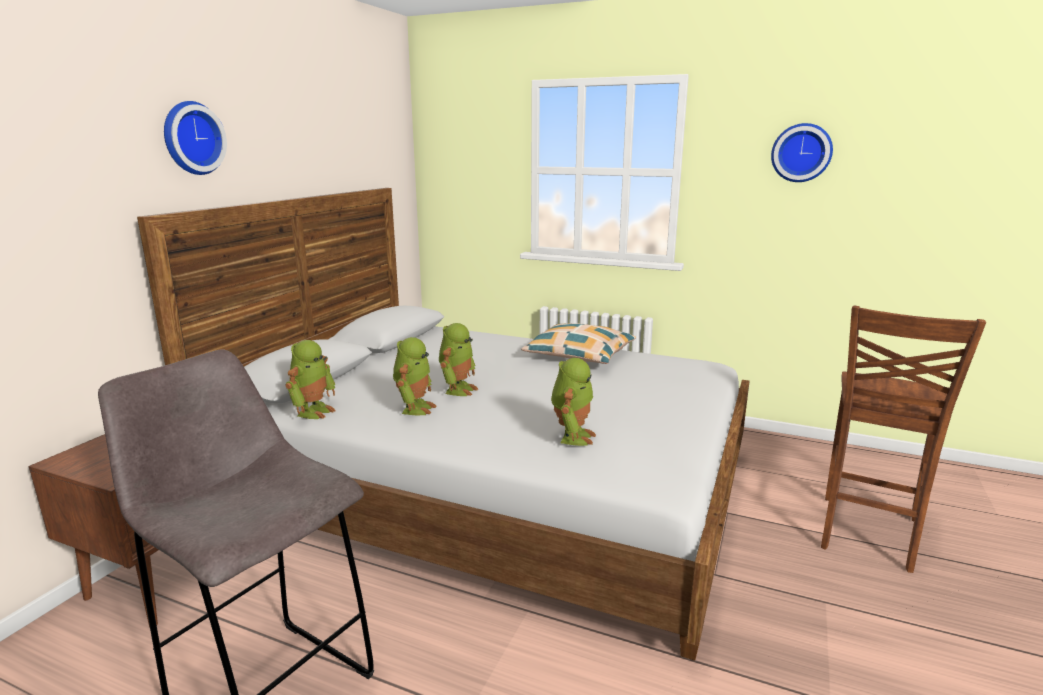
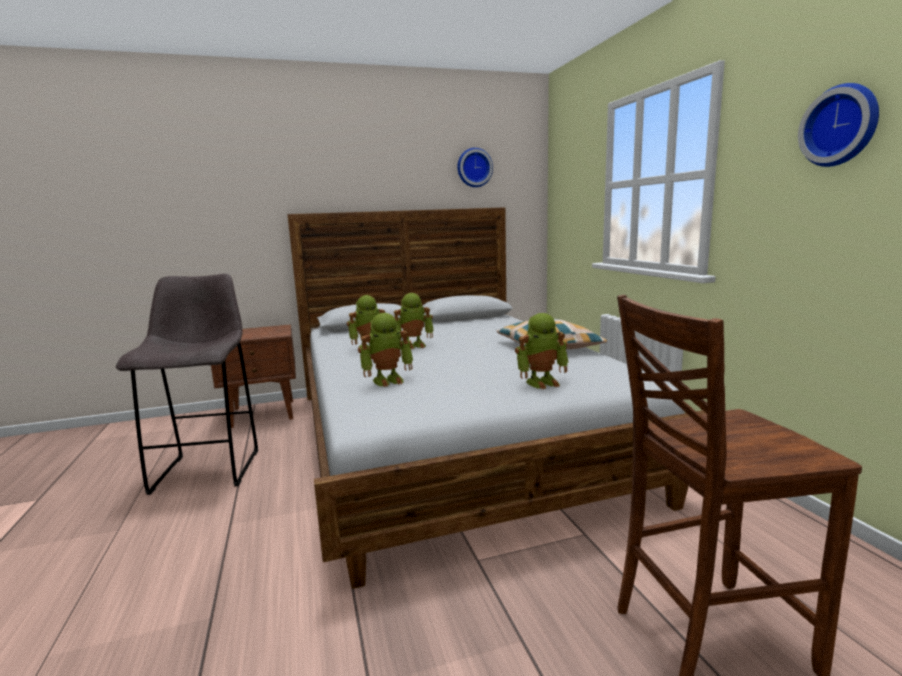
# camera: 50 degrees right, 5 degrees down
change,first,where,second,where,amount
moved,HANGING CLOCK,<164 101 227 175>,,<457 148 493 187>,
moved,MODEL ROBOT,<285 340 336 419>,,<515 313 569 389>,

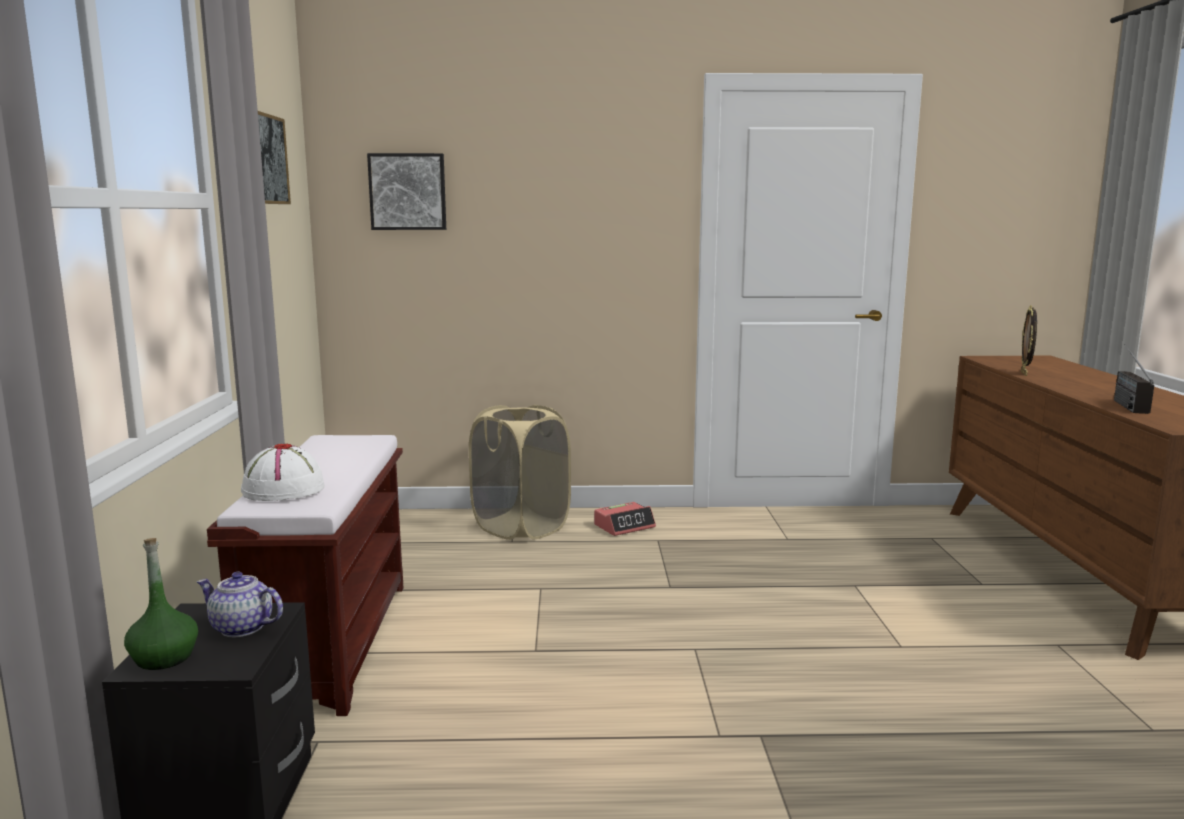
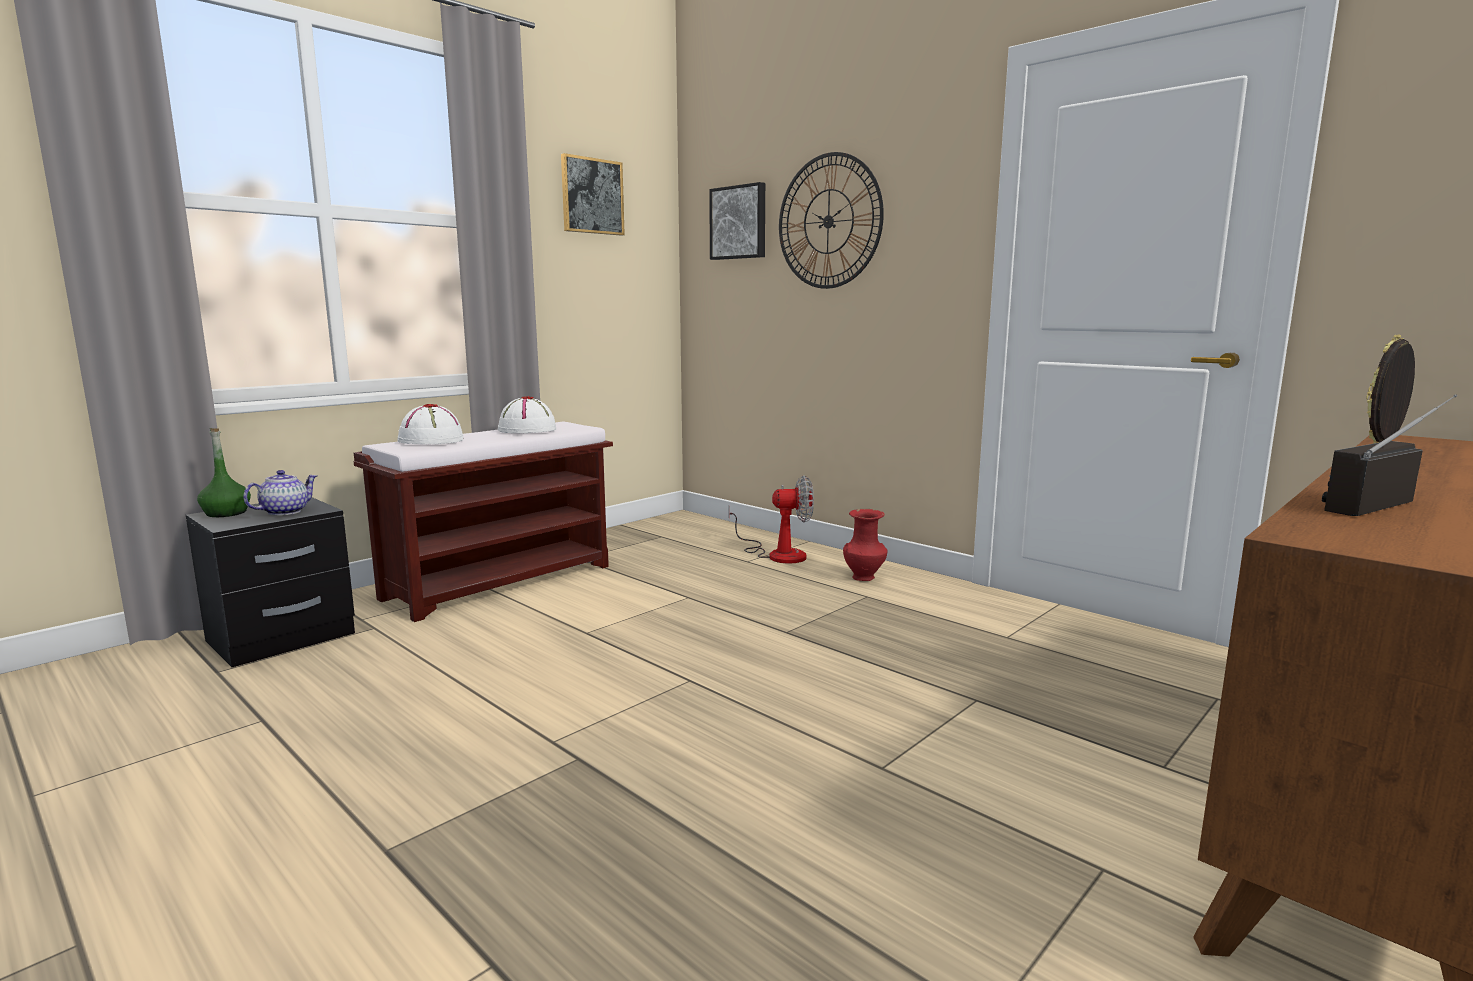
# camera: 45 degrees right, 0 degrees up
change,first,where,second,where,amount
replaced,BEIGE-COLOURED LAUNDRY BASKET,<469 405 571 540>,ELECTRIC FAN,<729 476 814 564>,
replaced,BEDSIDE CLOCK,<594 502 656 536>,RED-COLOURED DECORATIVE VASE,<843 509 887 581>,
turned,POT FOR TEA,<197 571 283 637>,,<243 470 317 516>,60 degrees clockwise
added,,,HANGING CLOCK,<779 152 884 289>,
added,,,WHITE-COLOURED WEARABLE HAT,<498 396 556 433>,

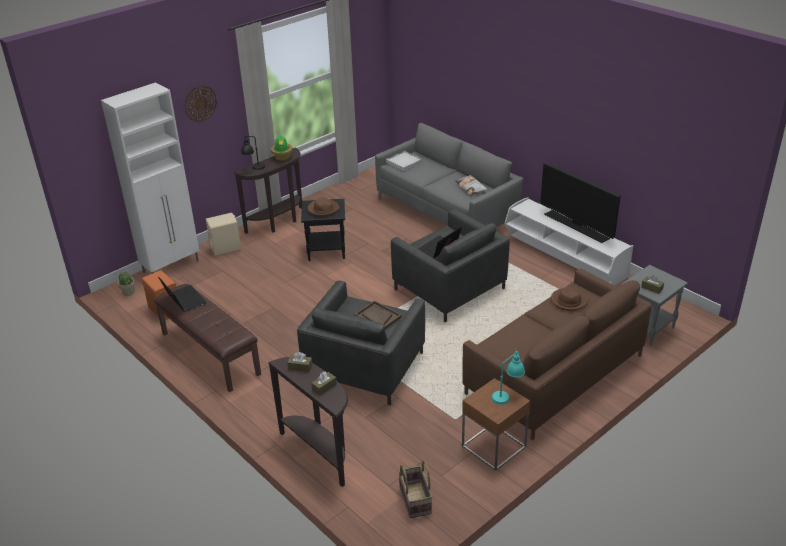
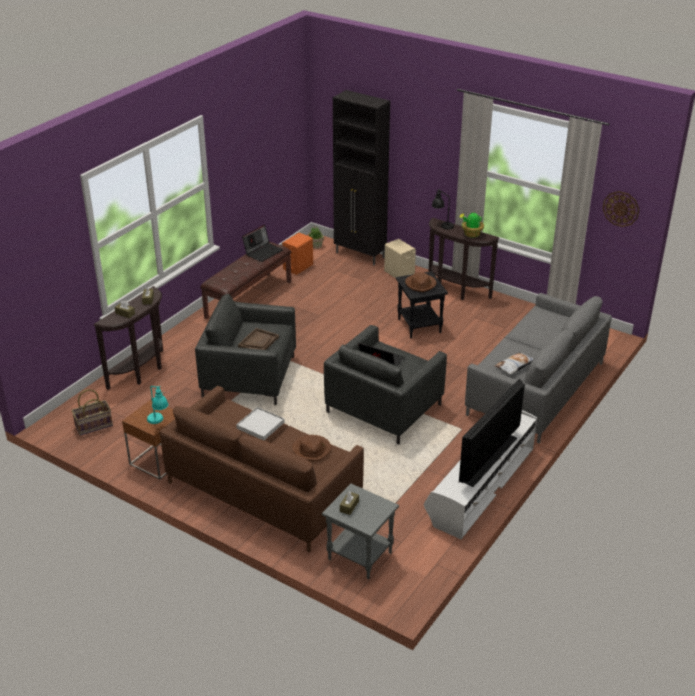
# camera: 75 degrees right, 0 degrees up
change,first,where,second,where,amount
recoloured,WHITE-COLOURED STORAGE CABINET,<101 82 199 274>,BLACKISH STORAGE CABINET,<333 90 390 265>,
moved,HANGING CLOCK,<184 85 217 122>,,<602 191 640 227>,
moved,WHITE-COLOURED SERVING TRAY,<386 151 422 171>,,<236 407 285 440>,

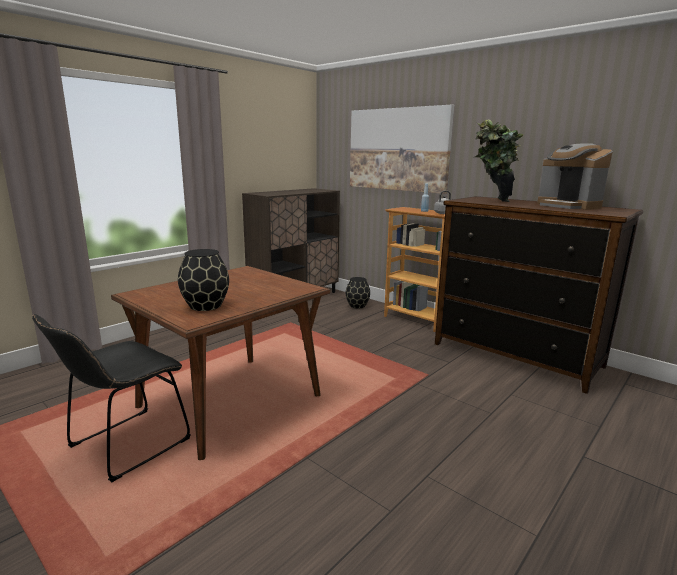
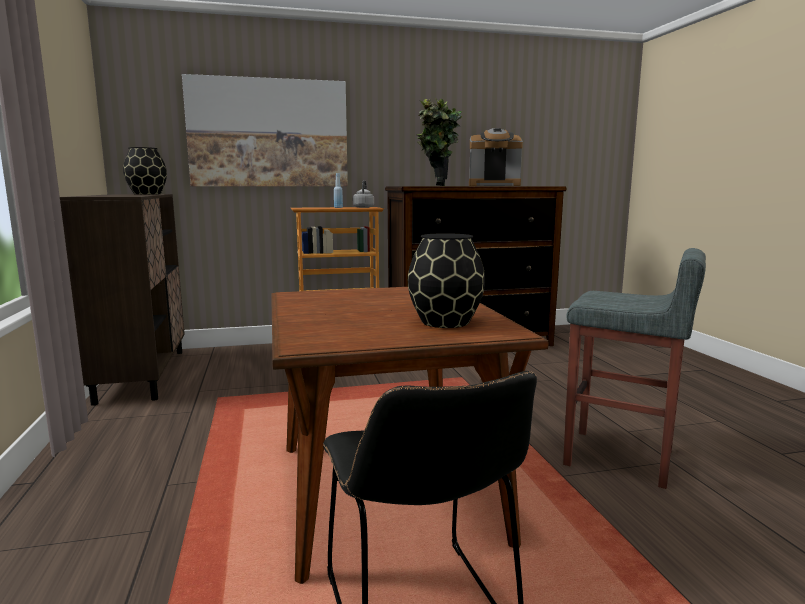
# camera: 55 degrees left, 5 degrees down
change,first,where,second,where,amount
moved,BLACKISH DECORATIVE VASE,<345 277 370 309>,,<123 147 167 195>,
added,,,GREY SITTING STOOL,<563 248 706 489>,

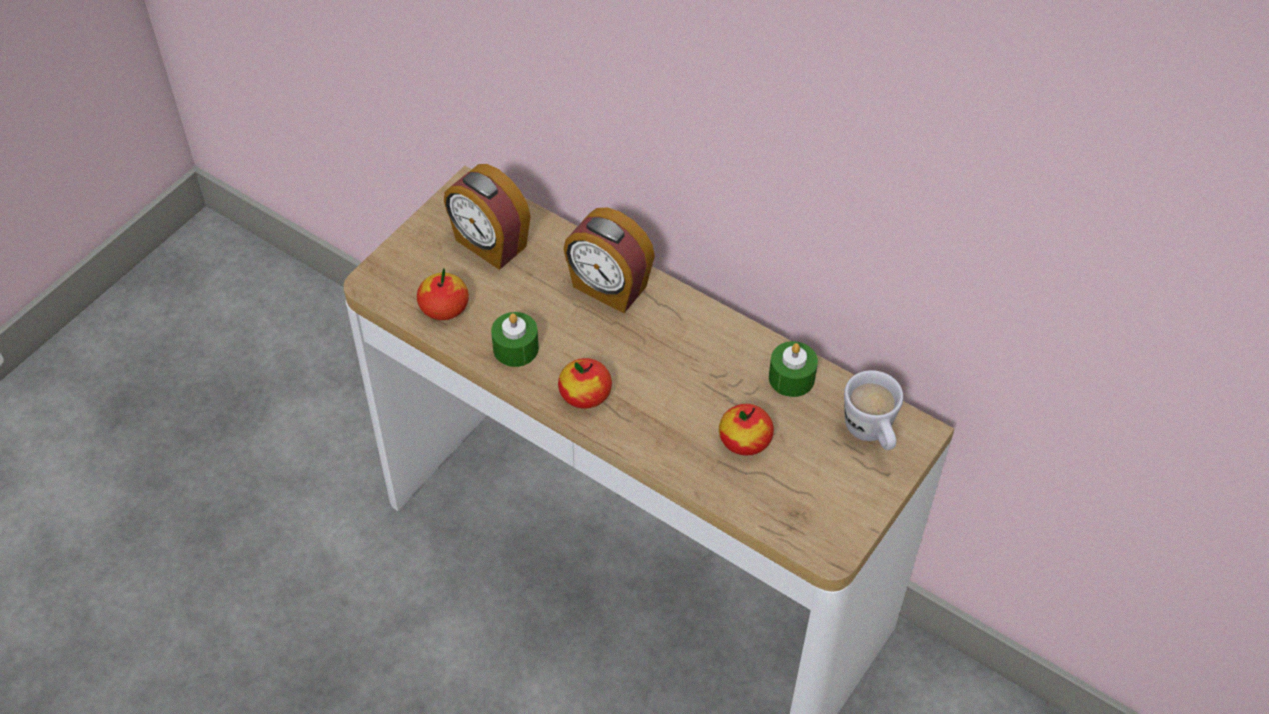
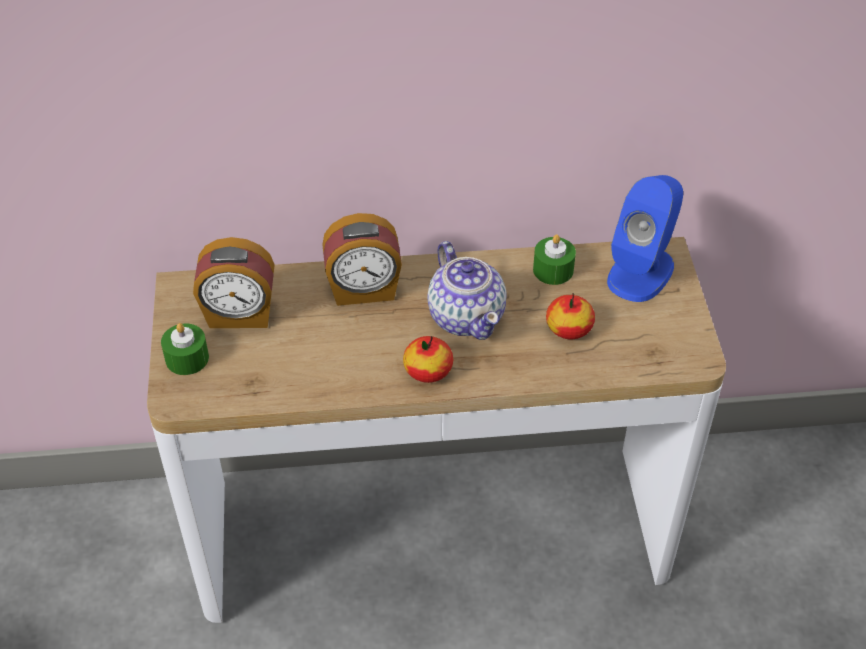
# camera: 40 degrees left, 5 degrees down
change,first,where,second,where,amount
removed,APPLE FRUIT,<417 268 469 320>,,,
moved,GREEN WAX LIGHT,<491 312 539 367>,,<161 323 209 375>,
replaced,WHITE-COLOURED TEA MUG,<844 370 903 450>,BLUISH AUDIO SPEAKER,<607 175 683 302>,
added,,,POT FOR TEA,<427 241 507 340>,

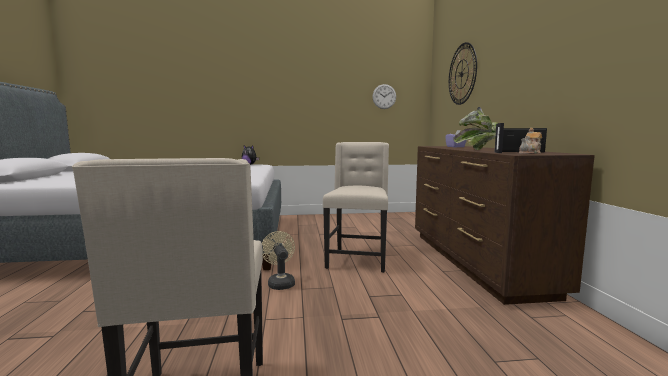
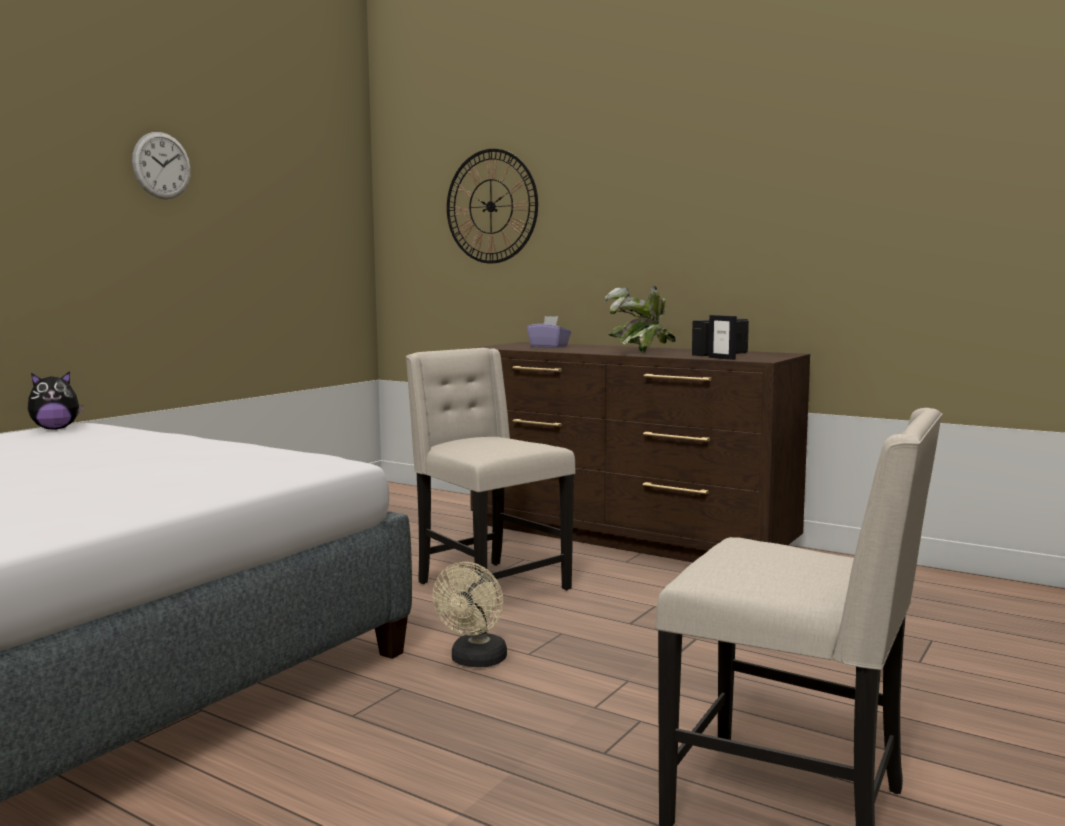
# camera: 50 degrees left, 0 degrees up
change,first,where,second,where,amount
moved,HANGING CLOCK,<372 84 396 109>,,<132 132 191 199>,
removed,POT FOR TEA,<519 128 542 154>,,,
turned,BEIGE-COLOURED ELECTRIC FAN,<262 231 295 290>,,<433 562 507 667>,90 degrees counterclockwise

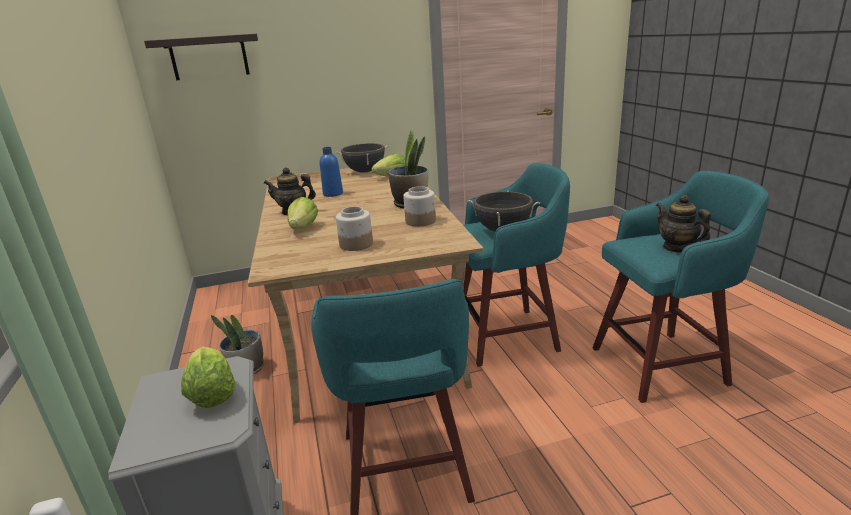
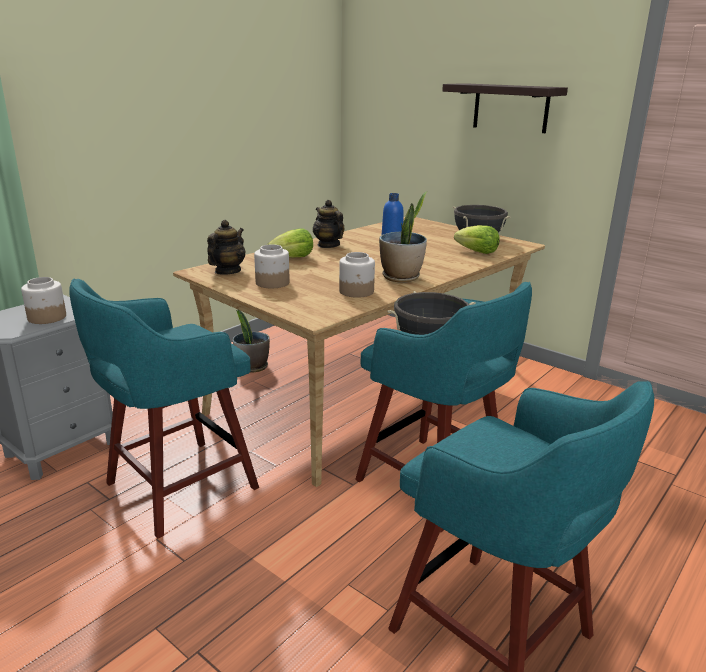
# camera: 55 degrees right, 0 degrees up
change,first,where,second,where,amount
moved,WALL SHELF,<144 34 258 80>,,<442 83 568 133>,
moved,POT FOR TEA,<656 195 711 253>,,<207 220 245 274>,
replaced,HEAD OF LETTUCE,<181 346 236 408>,JAR,<21 277 66 324>,

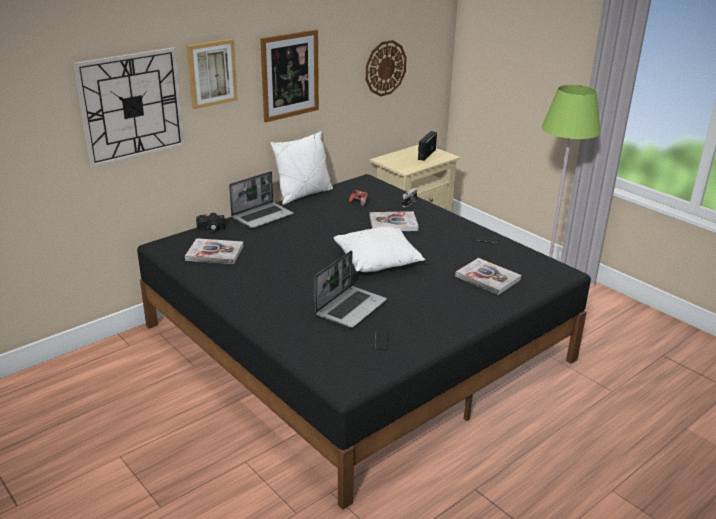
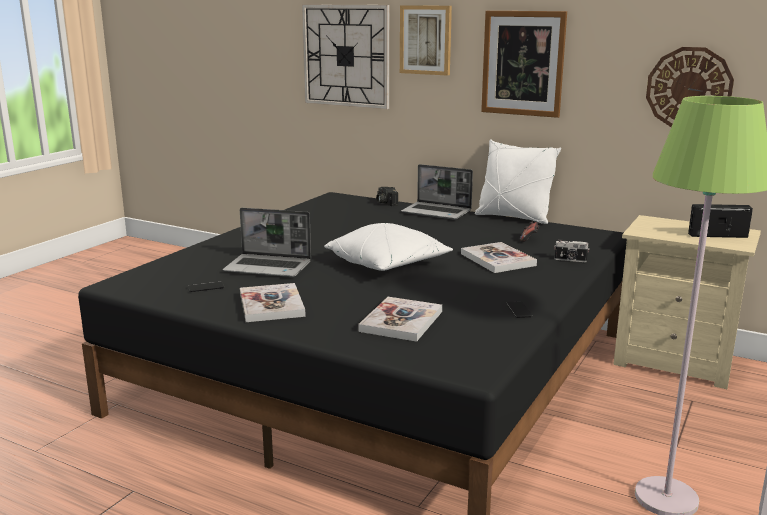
# camera: 70 degrees right, 10 degrees down
change,first,where,second,where,amount
moved,BOOK,<185 238 244 264>,,<240 283 306 322>,

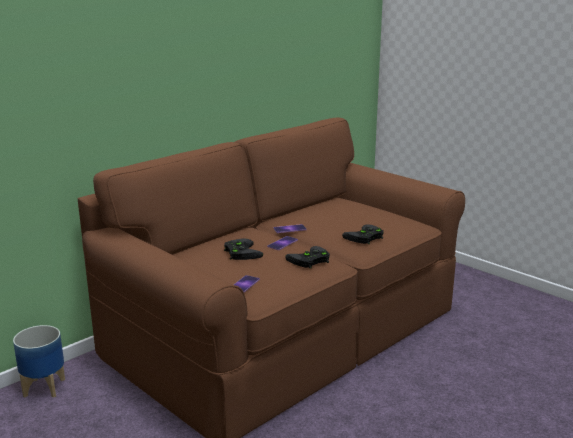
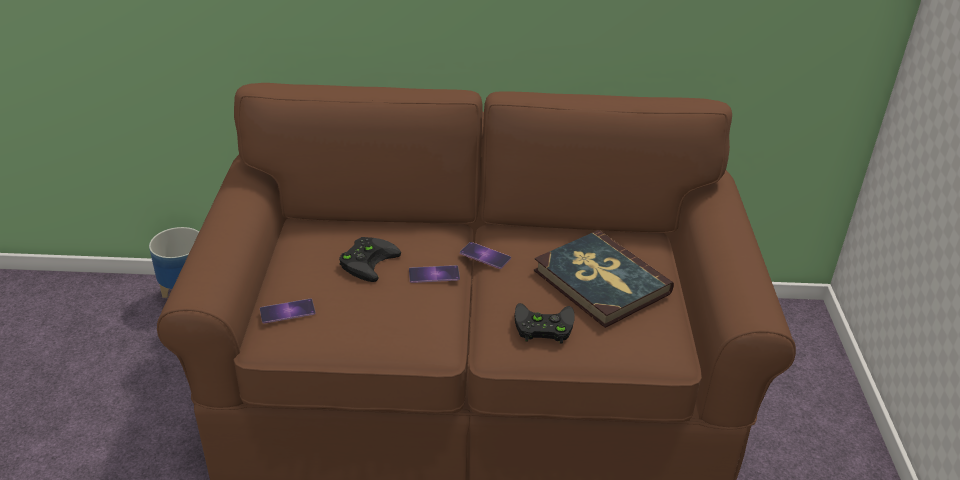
# camera: 45 degrees right, 15 degrees up
change,first,where,second,where,amount
removed,BLACKISH JOYPAD,<285 246 330 268>,,,
added,,,BOOK,<534 230 674 328>,

